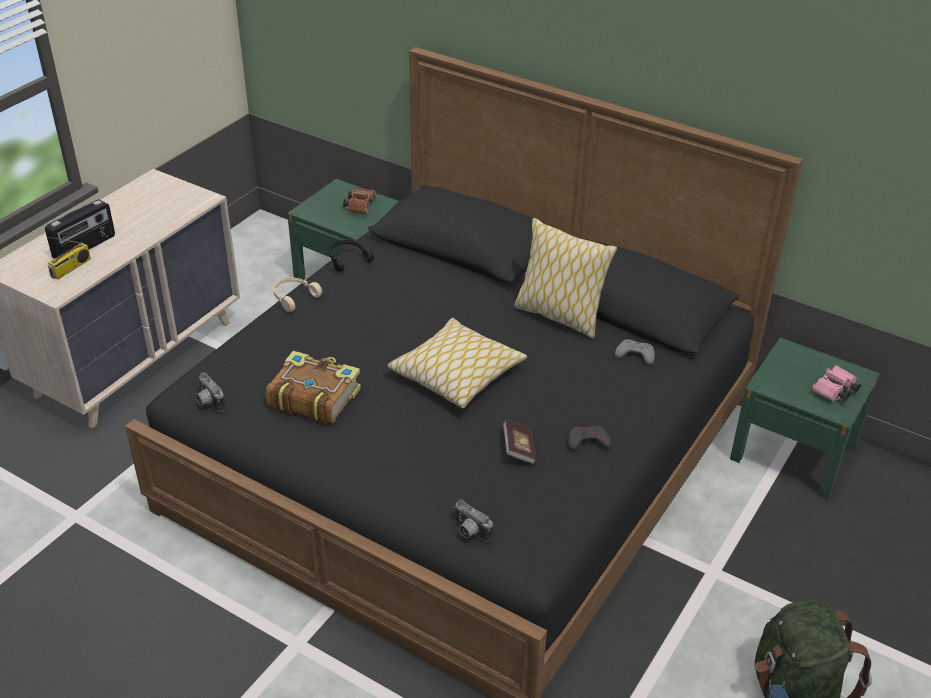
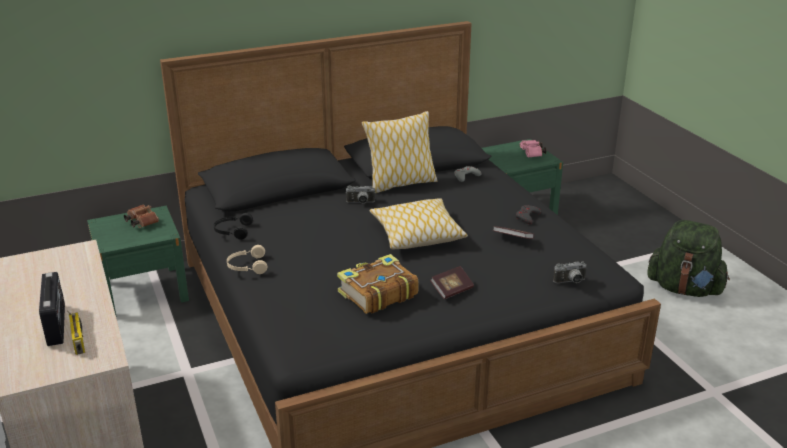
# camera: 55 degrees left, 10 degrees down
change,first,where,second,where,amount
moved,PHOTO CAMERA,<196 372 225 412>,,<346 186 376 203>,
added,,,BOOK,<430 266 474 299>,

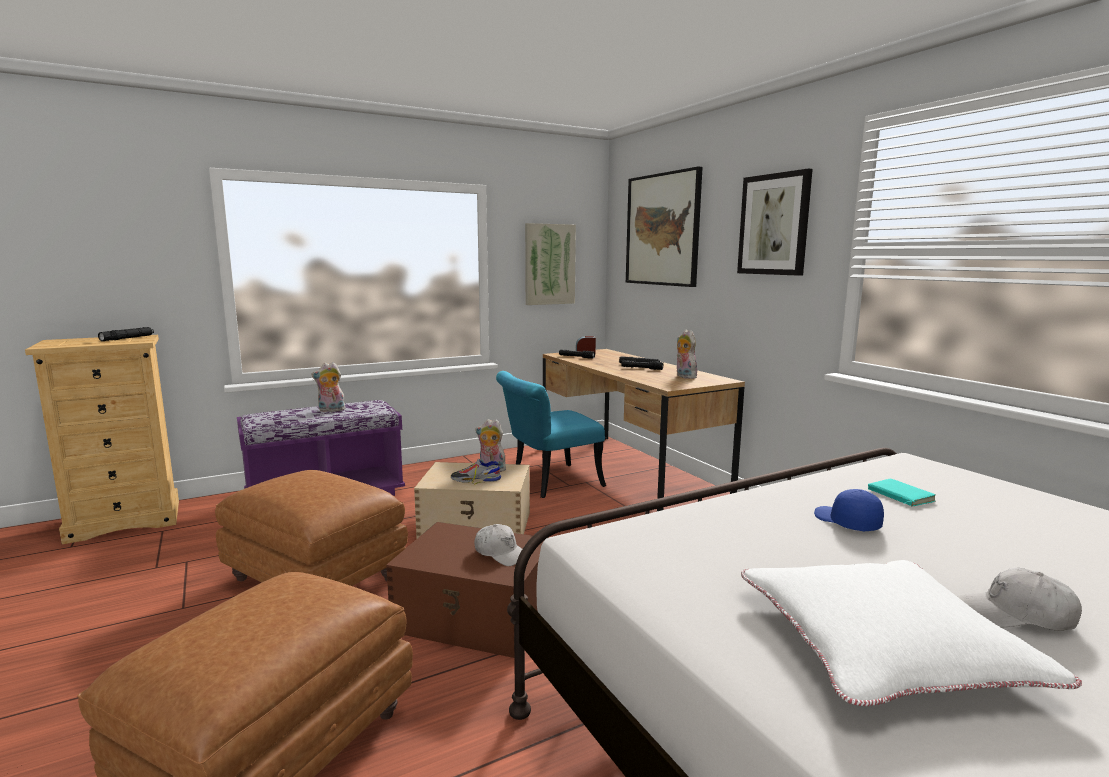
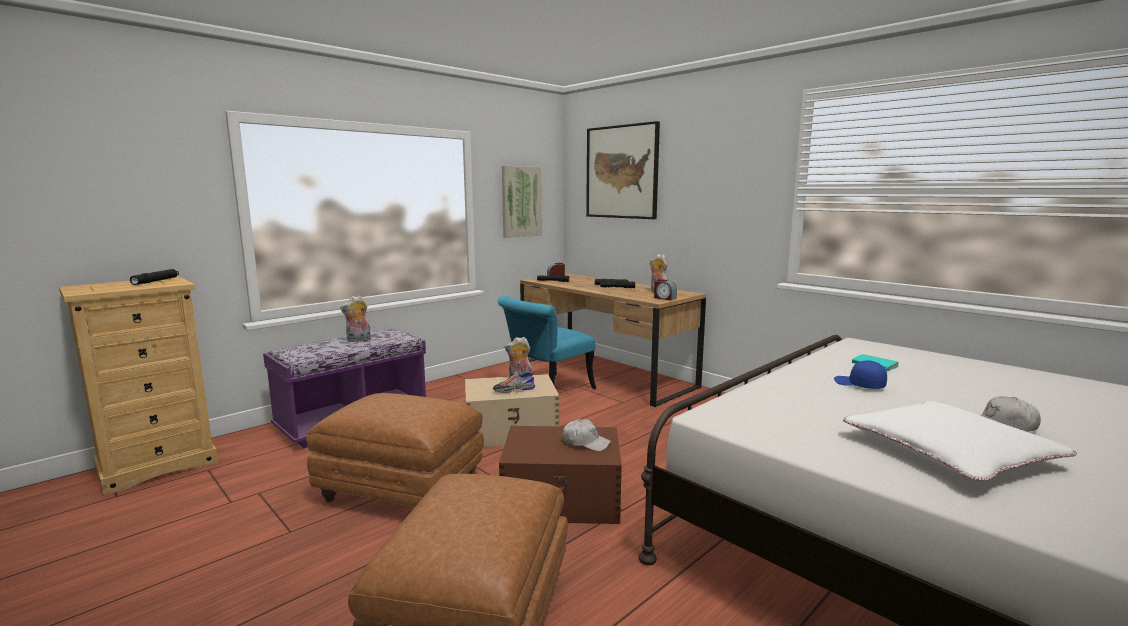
# camera: 15 degrees left, 0 degrees up
change,first,where,second,where,amount
removed,WALL PICTURE,<737 169 813 276>,,,
added,,,BEDSIDE CLOCK,<654 279 677 300>,

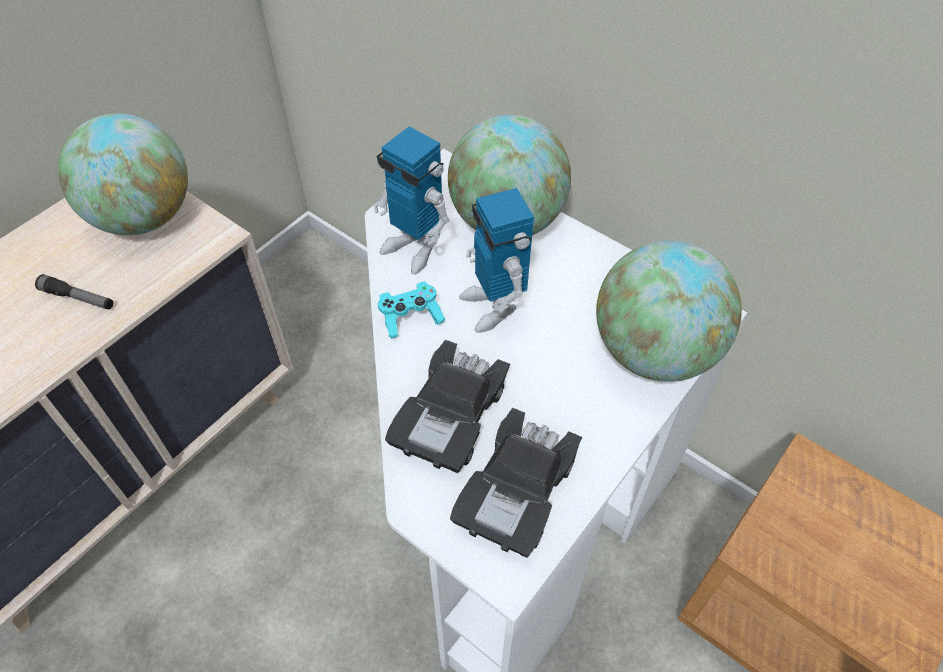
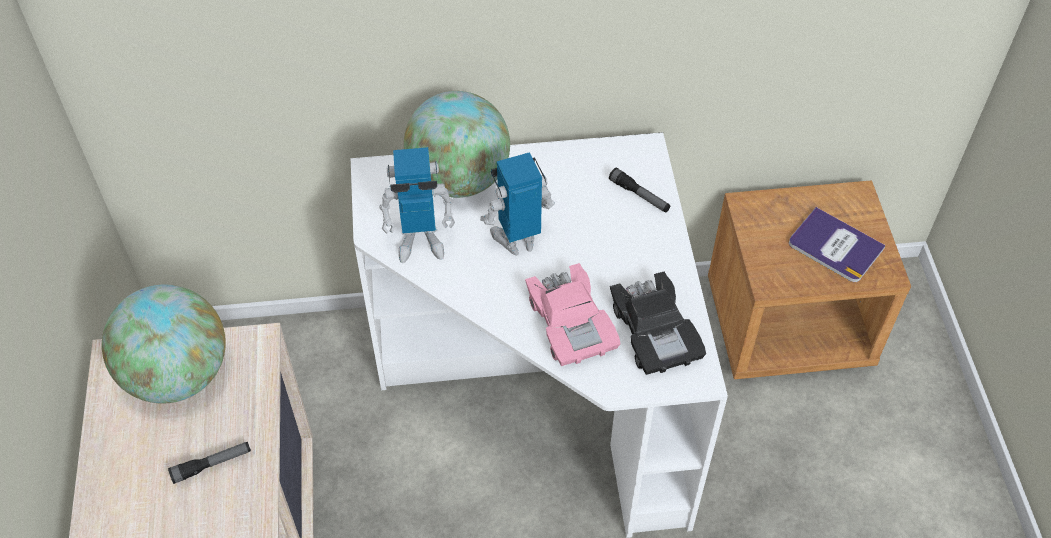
# camera: 45 degrees left, 0 degrees up
change,first,where,second,where,amount
turned,MODEL ROBOT,<459 188 534 333>,,<480 152 555 256>,135 degrees clockwise
replaced,WORLD GLOBE,<596 240 742 382>,FLASHLIGHT,<609 168 670 213>,
removed,TURQUOISE-COLOURED JOYPAD,<378 282 445 339>,,,
recoloured,BLACKISH MINIATURE CAR,<385 340 510 473>,PINKISH MINIATURE CAR,<525 263 621 366>,
added,,,BOOK,<789 207 886 282>,

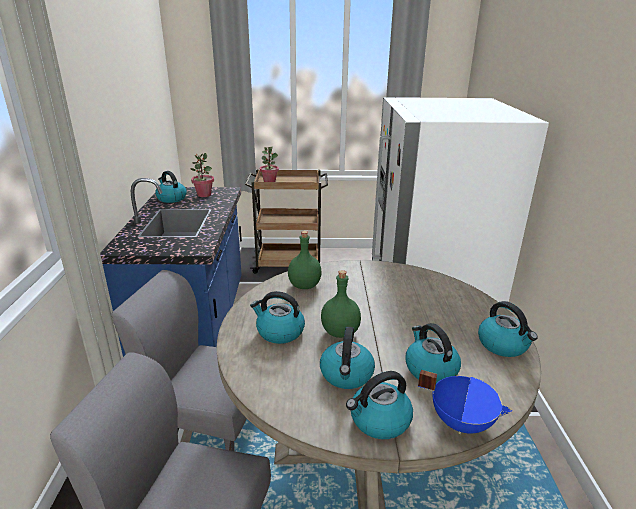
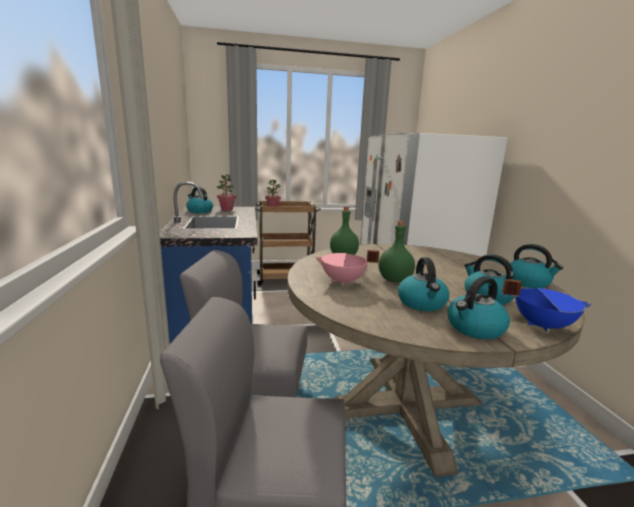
# camera: 10 degrees left, 10 degrees down
change,first,where,second,where,amount
replaced,WATER KETTLE,<250 291 305 344>,PINKISH COOKING POT,<315 250 379 286>,

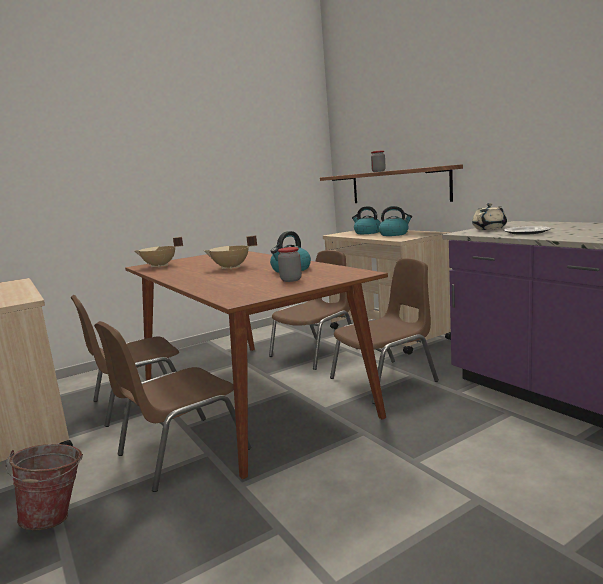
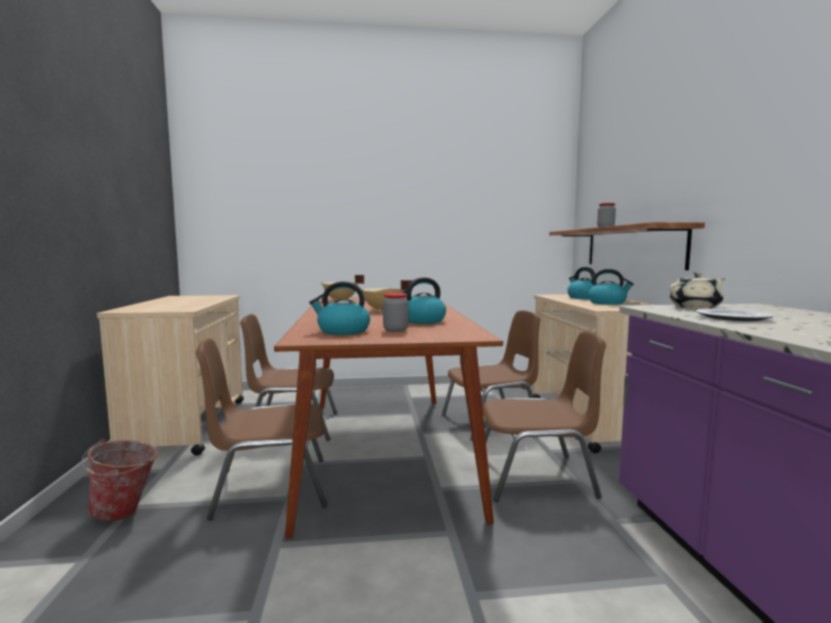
# camera: 25 degrees right, 5 degrees down
change,first,where,second,where,amount
added,,,WATER KETTLE,<309 281 370 335>,

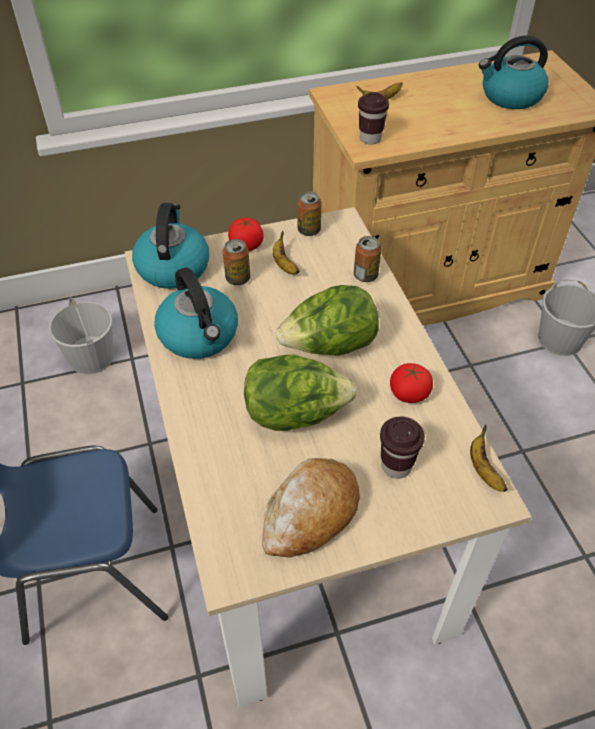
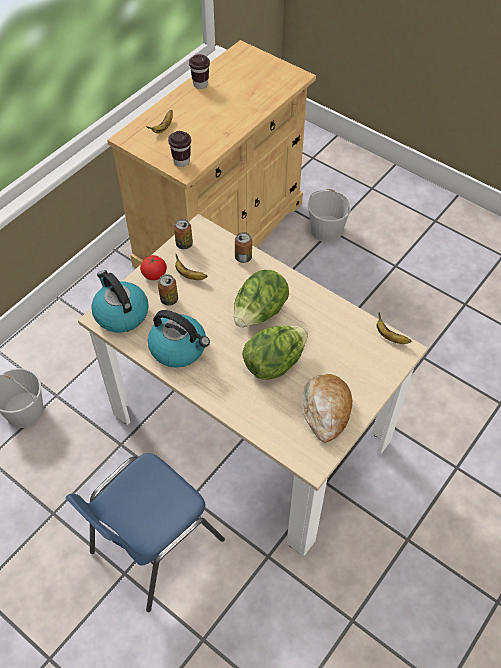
# camera: 35 degrees left, 5 degrees up
change,first,where,second,where,amount
removed,WATER KETTLE,<479 36 549 109>,,,
removed,FRESH TOMATO,<390 363 433 403>,,,
moved,BROWN DRINKING CUP,<380 416 425 479>,,<189 54 210 89>,

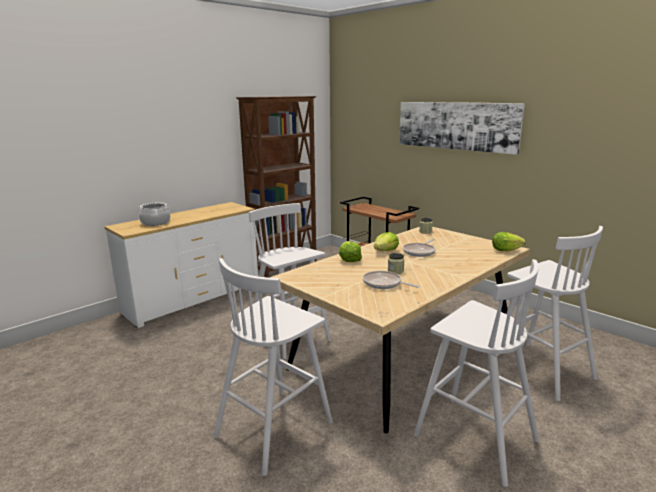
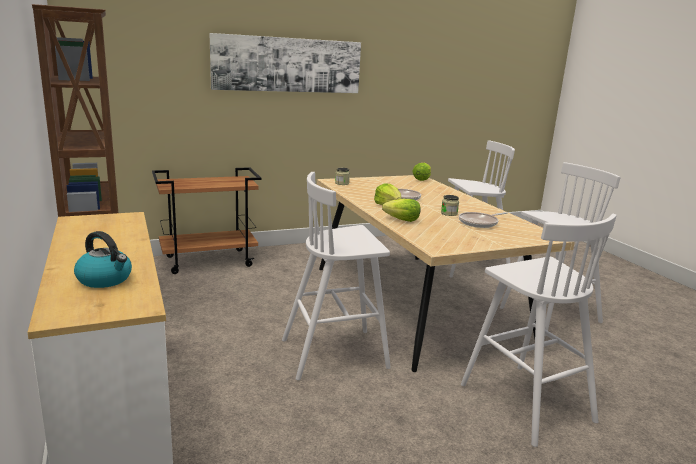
# camera: 70 degrees left, 0 degrees up
change,first,where,second,where,amount
replaced,COOKING POT,<138 202 170 226>,WATER KETTLE,<74 231 132 288>,

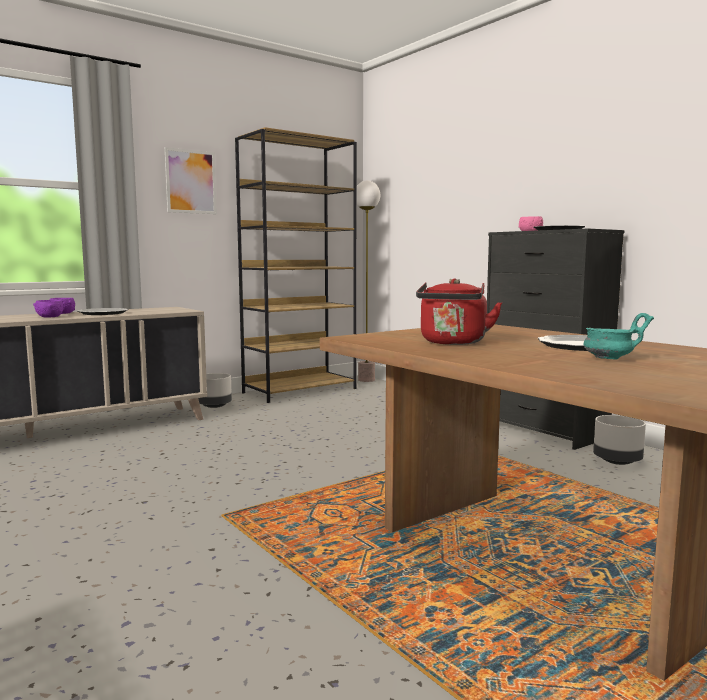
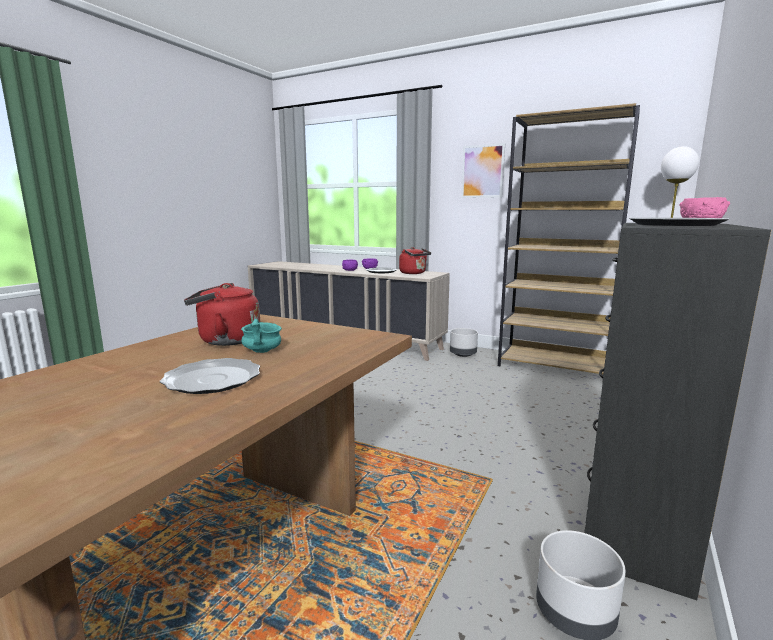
# camera: 65 degrees right, 5 degrees up
change,first,where,second,where,amount
moved,TURQUOISE-COLOURED DEEP DISH,<584 313 654 360>,,<241 319 282 353>,
added,,,RED-COLOURED WATER KETTLE,<399 247 431 274>,

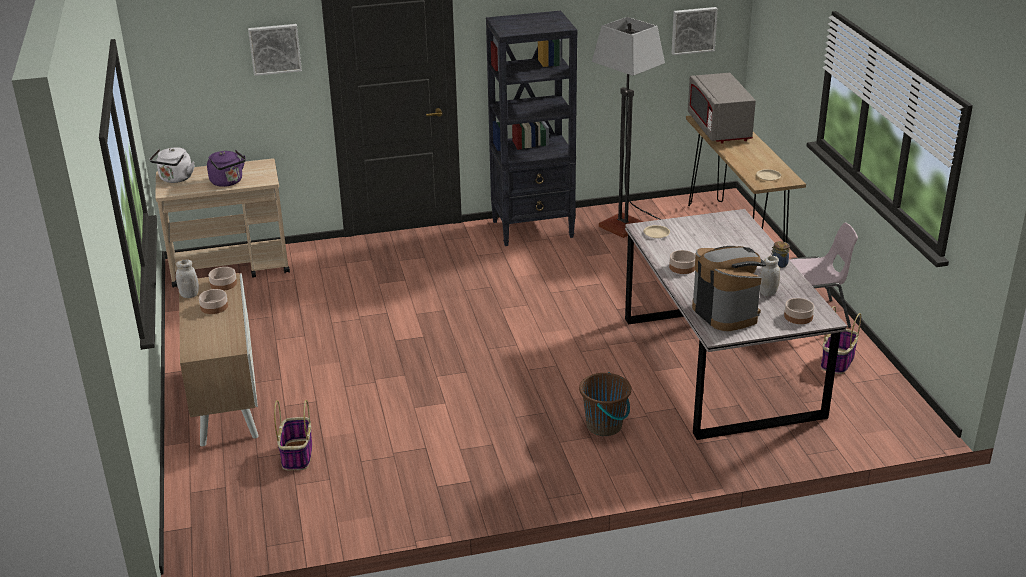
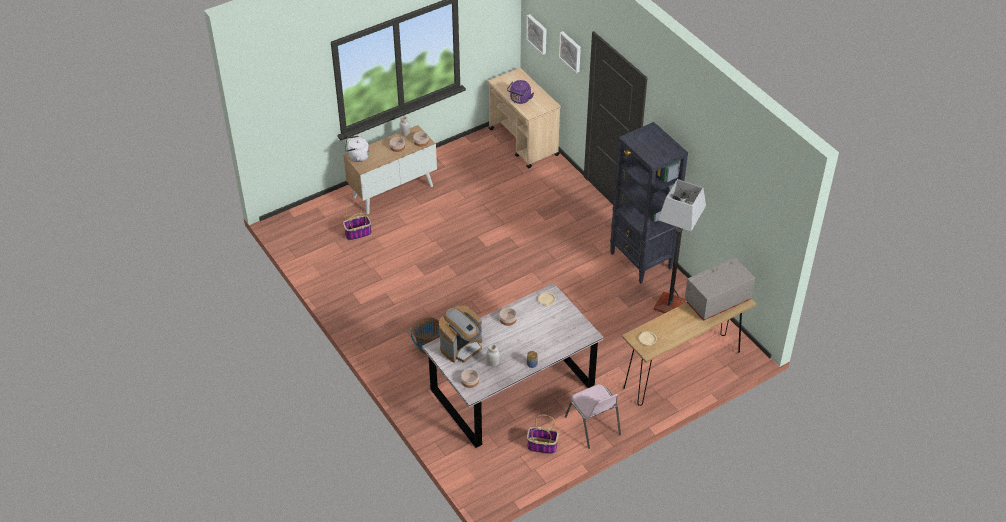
# camera: 70 degrees right, 15 degrees up
change,first,where,second,where,amount
moved,WALL PICTURE,<671 7 718 55>,,<526 14 547 55>,
moved,WHITE-COLOURED WATER KETTLE,<149 147 195 183>,,<345 135 370 162>,

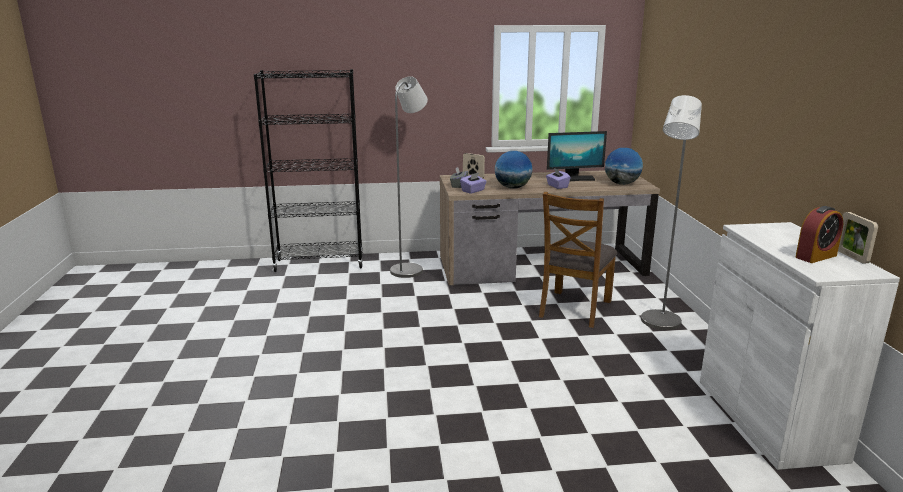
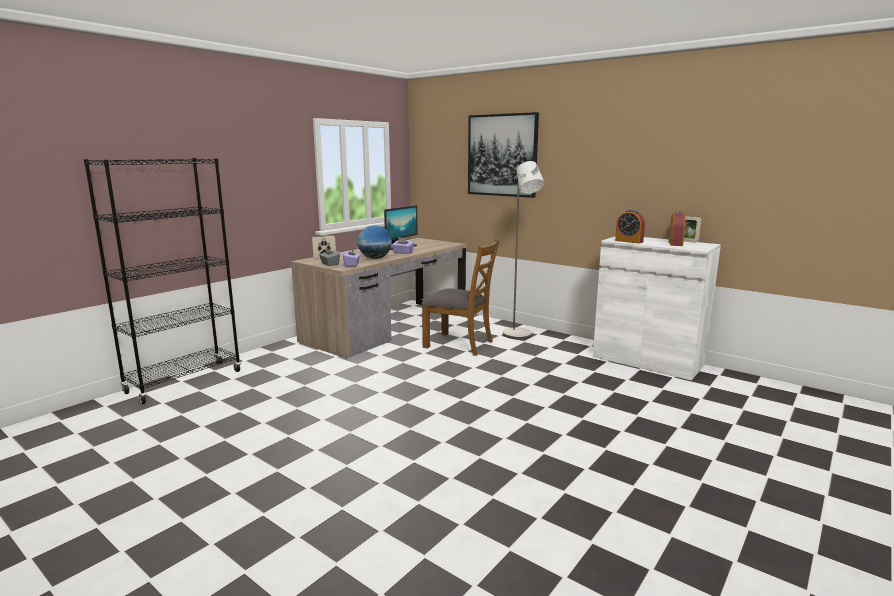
# camera: 45 degrees left, 5 degrees down
change,first,where,second,where,amount
removed,GREY FLOOR LAMP,<390 76 428 278>,,,
removed,WORLD GLOBE,<605 148 643 185>,,,
turned,BROWN PLAIN CHAIR,<539 192 617 328>,,<421 239 499 356>,45 degrees counterclockwise
added,,,WALL PICTURE,<468 112 539 198>,
added,,,BEDSIDE CLOCK,<615 210 645 244>,

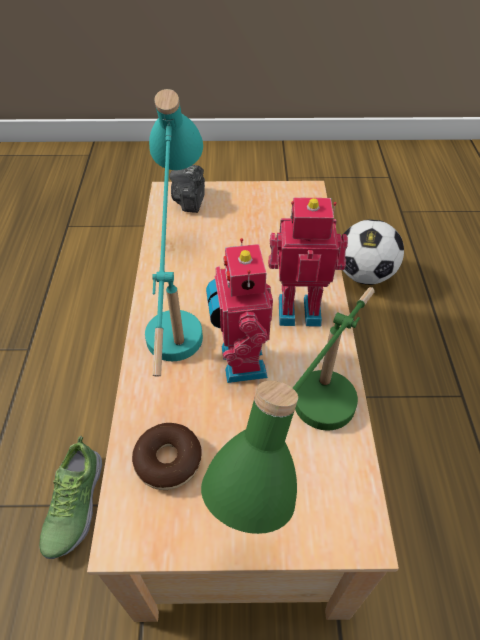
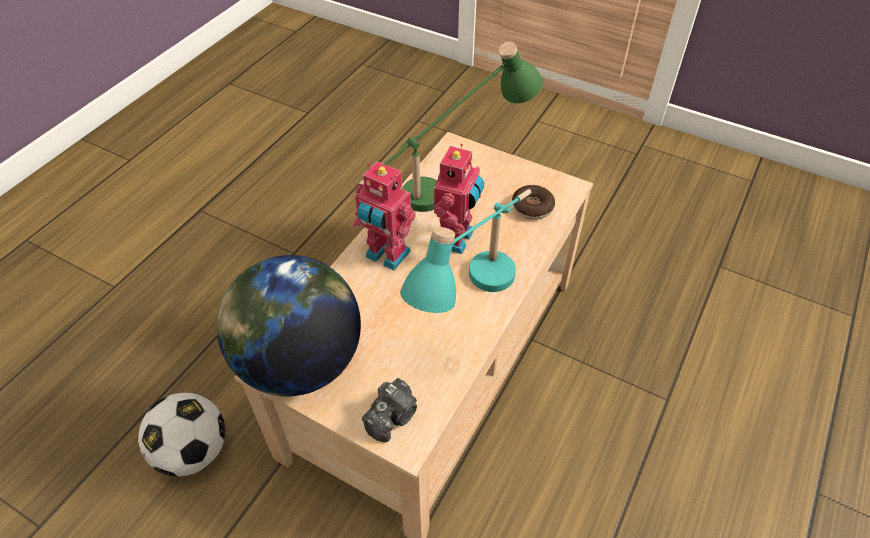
# camera: 150 degrees left, 0 degrees up
change,first,where,second,where,amount
removed,LOW SHOE,<39 436 102 559>,,,
added,,,WORLD GLOBE,<217 255 361 396>,

